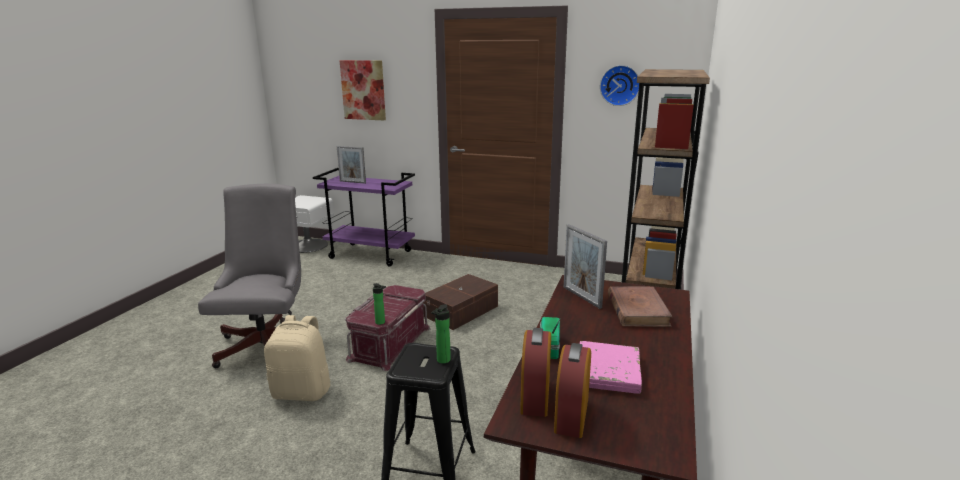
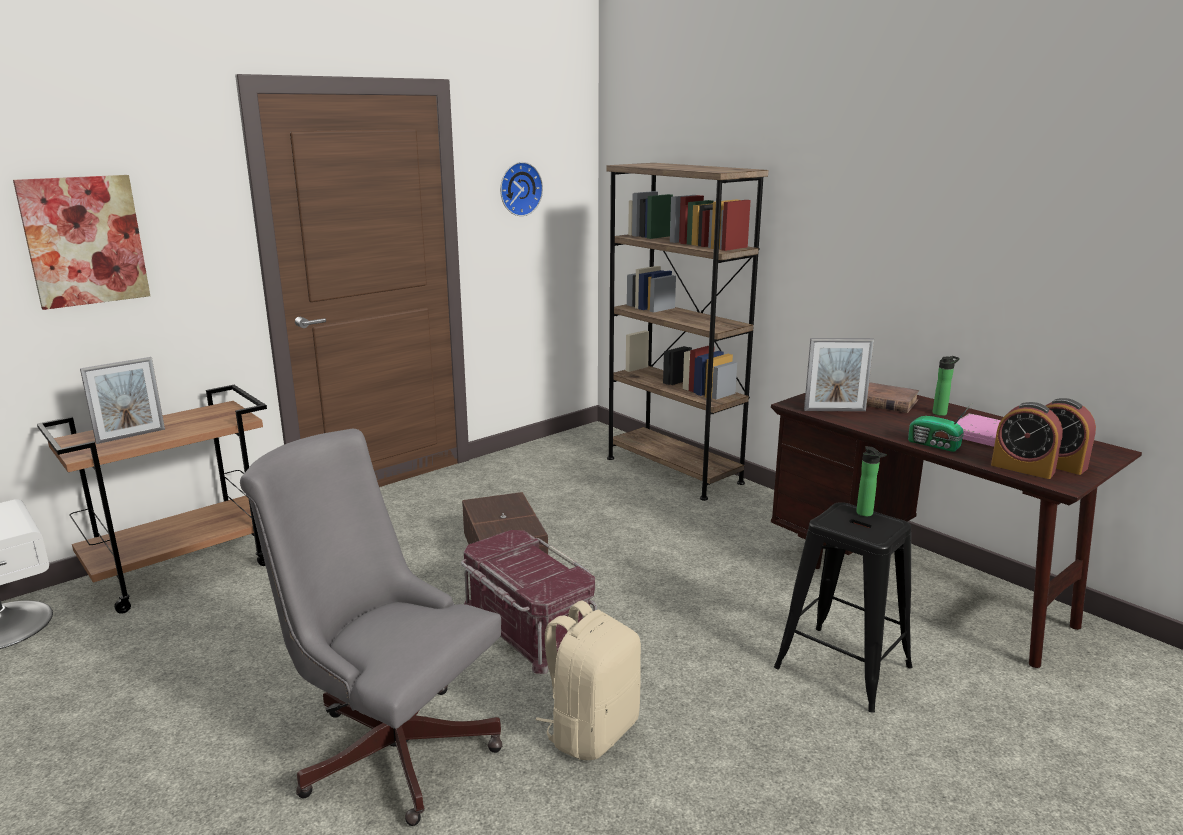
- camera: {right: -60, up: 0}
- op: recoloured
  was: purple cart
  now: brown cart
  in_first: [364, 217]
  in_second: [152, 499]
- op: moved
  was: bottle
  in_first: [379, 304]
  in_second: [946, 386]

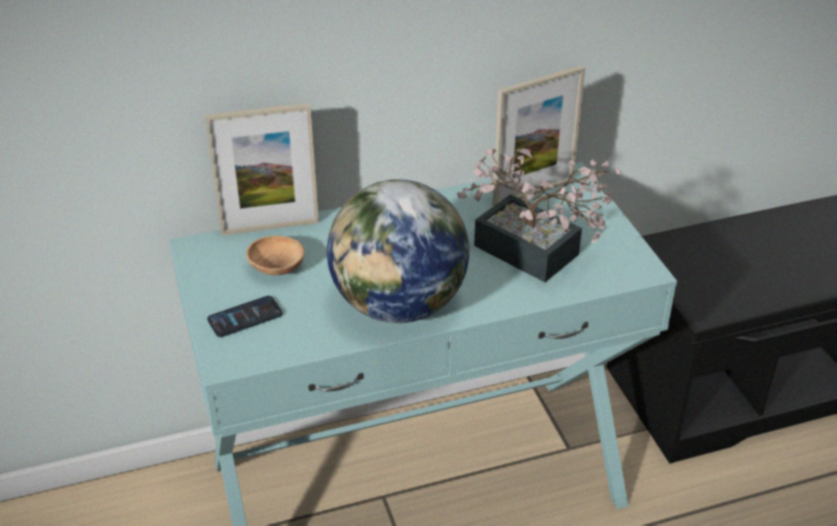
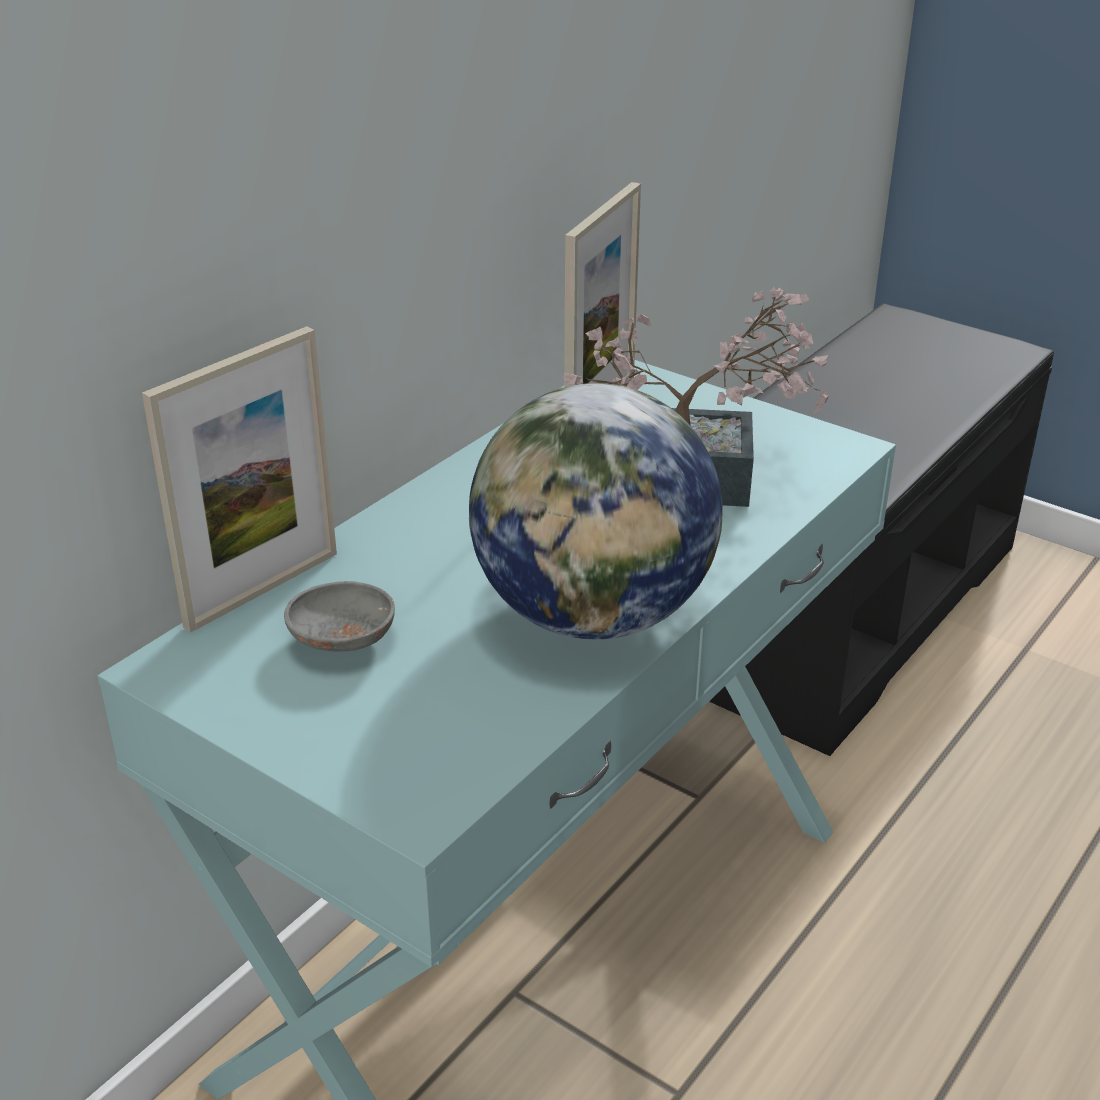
- camera: {right: -35, up: -5}
- op: recoloured
  was: brown bowl
  now: grey bowl
  in_first: [275, 255]
  in_second: [339, 616]
- op: removed
  was: phone
  in_first: [245, 316]

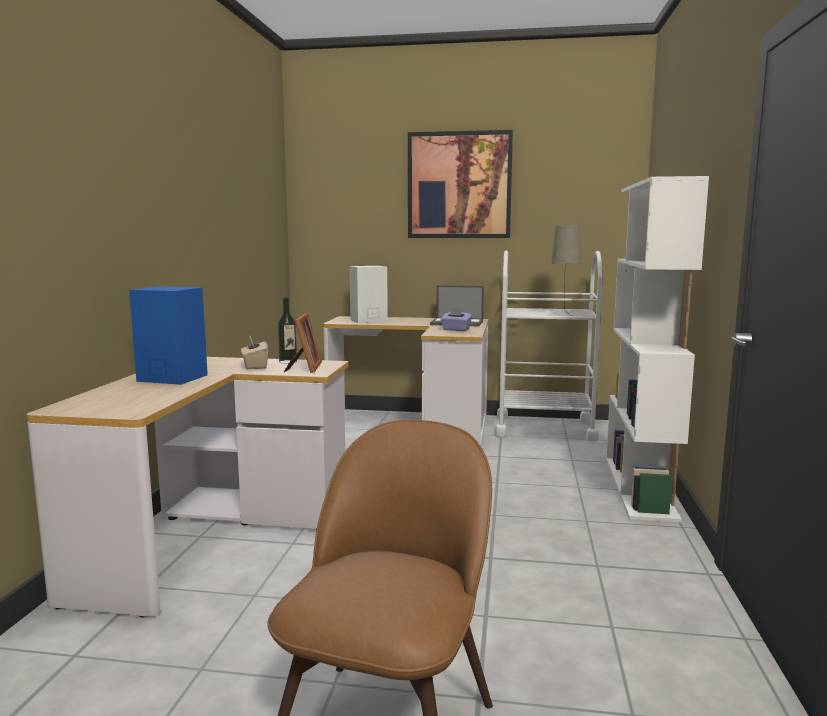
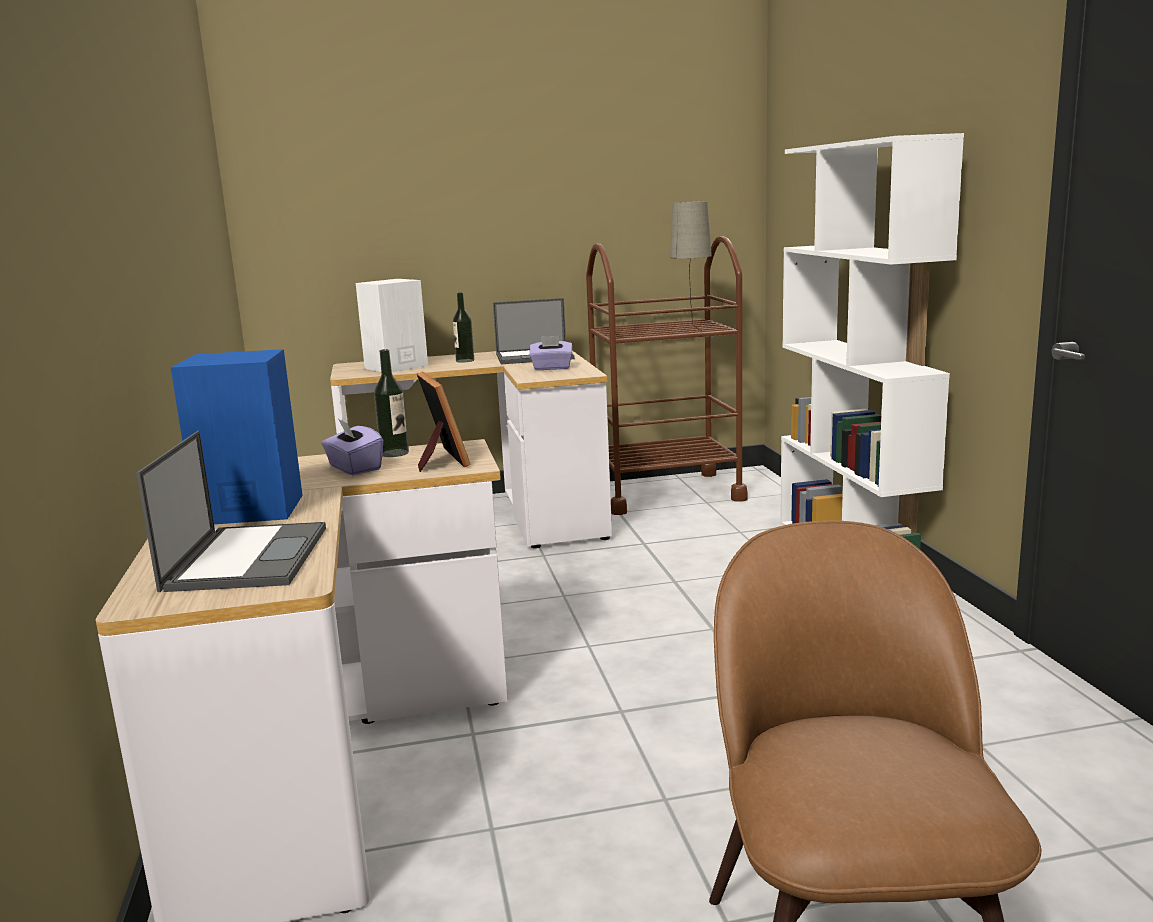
- camera: {right: -20, up: 5}
- op: removed
  was: picture
  in_first: [460, 184]
- op: recoloured
  was: white cart
  now: brown cart
  in_first: [549, 346]
  in_second: [666, 375]
- op: recoloured
  was: beige tissue box
  now: purple tissue box
  in_first: [254, 352]
  in_second: [352, 447]
- op: added
  now: bottle
  in_second: [463, 327]
- op: added
  now: laptop
  in_second: [231, 511]

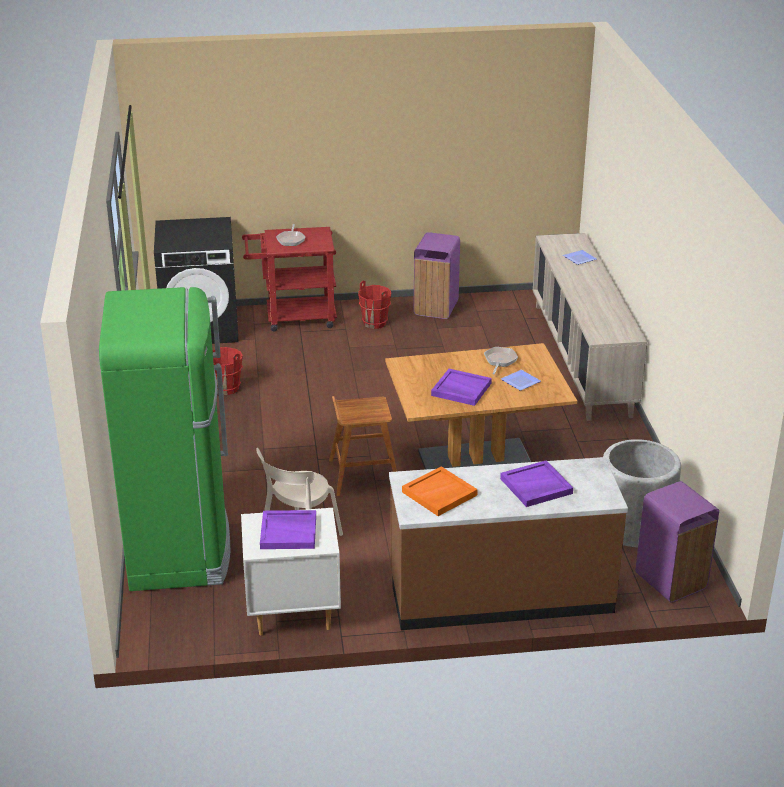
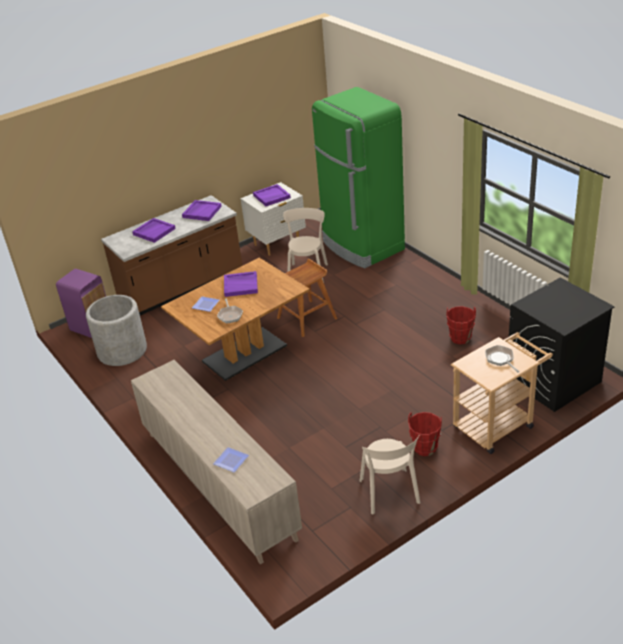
- camera: {right: 155, up: 5}
- op: recoloured
  was: red cart
  now: beige cart
  in_first: [289, 279]
  in_second: [502, 393]
- op: replaced
  was: purple trash can
  now: beige chair
  in_first: [437, 275]
  in_second: [390, 474]
- op: recoloured
  was: orange tray
  now: purple tray
  in_first: [440, 491]
  in_second: [202, 210]

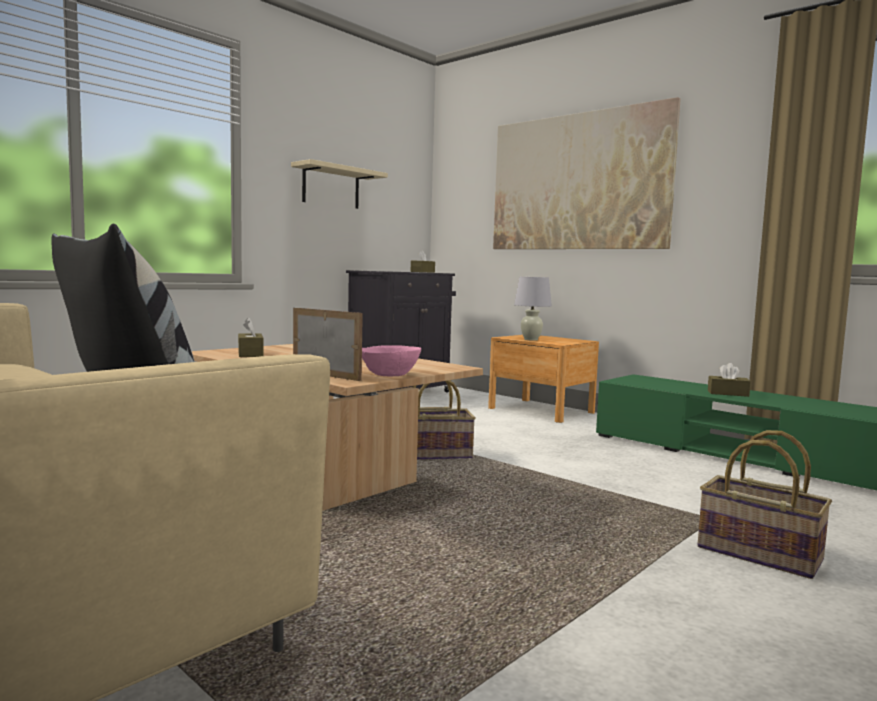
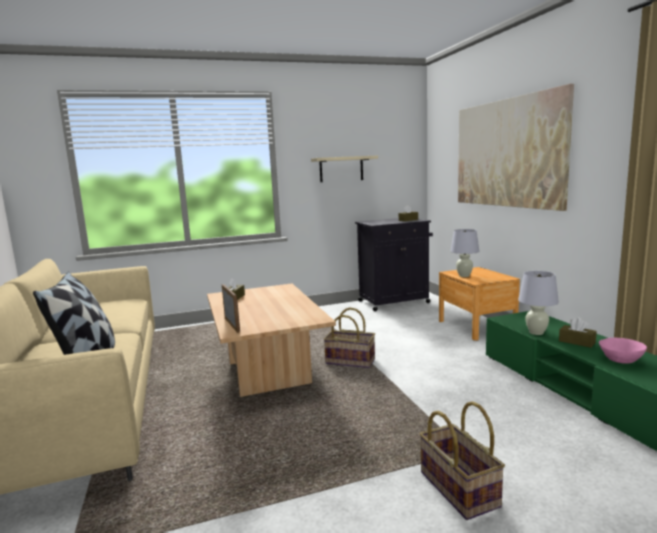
- camera: {right: 30, up: 5}
- op: moved
  was: pink bowl
  in_first: [391, 360]
  in_second: [623, 351]
- op: added
  now: white table lamp
  in_second: [538, 303]

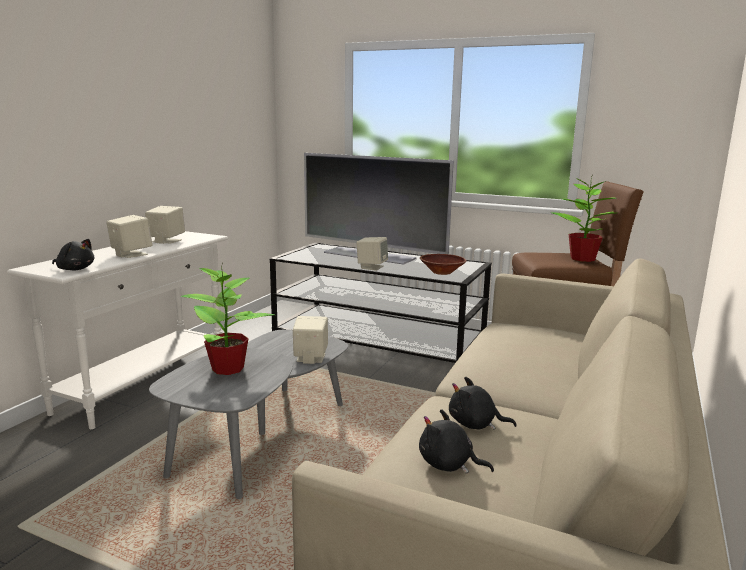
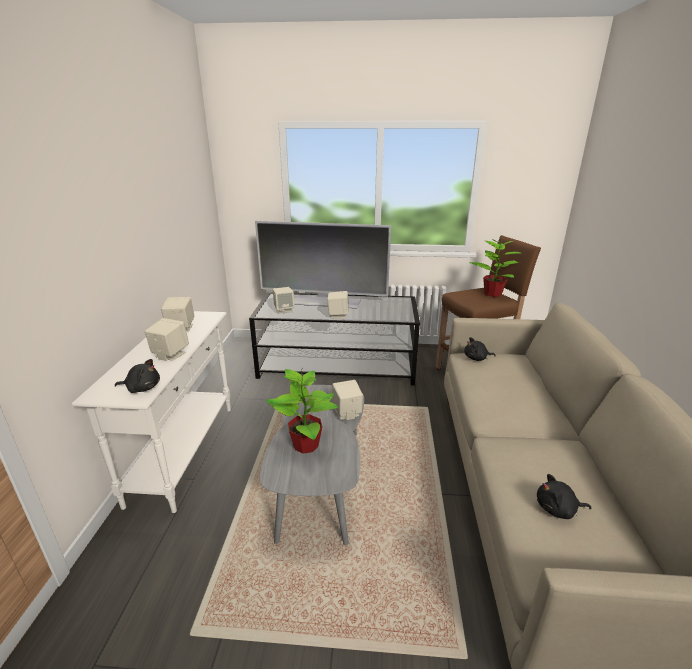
- camera: {right: -20, up: 10}
- op: removed
  was: brown bowl
  in_first: [443, 264]
- op: moved
  was: black plush toy
  in_first: [483, 403]
  in_second: [480, 349]
- op: added
  now: beige speaker
  in_second: [284, 300]

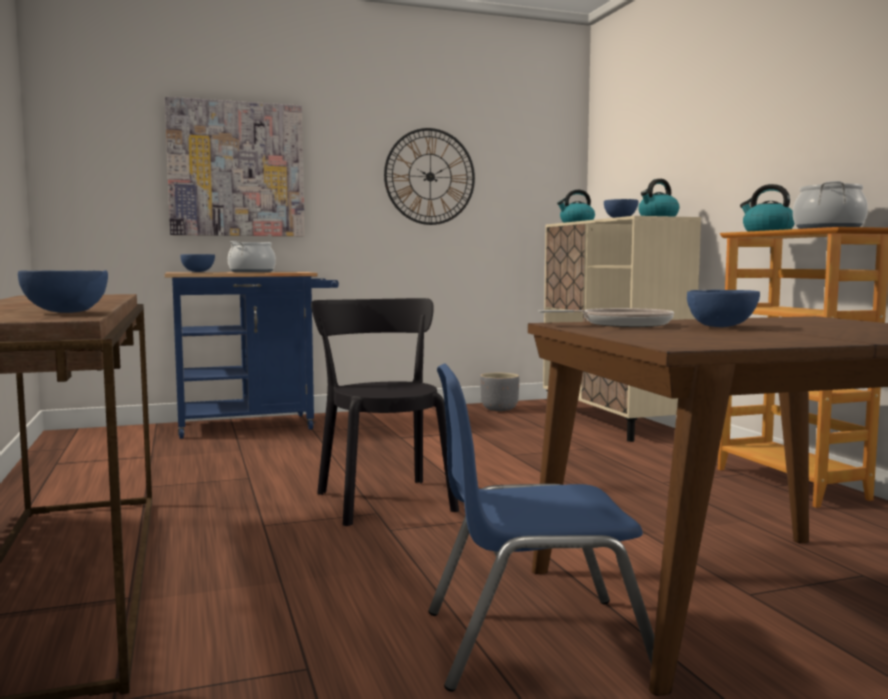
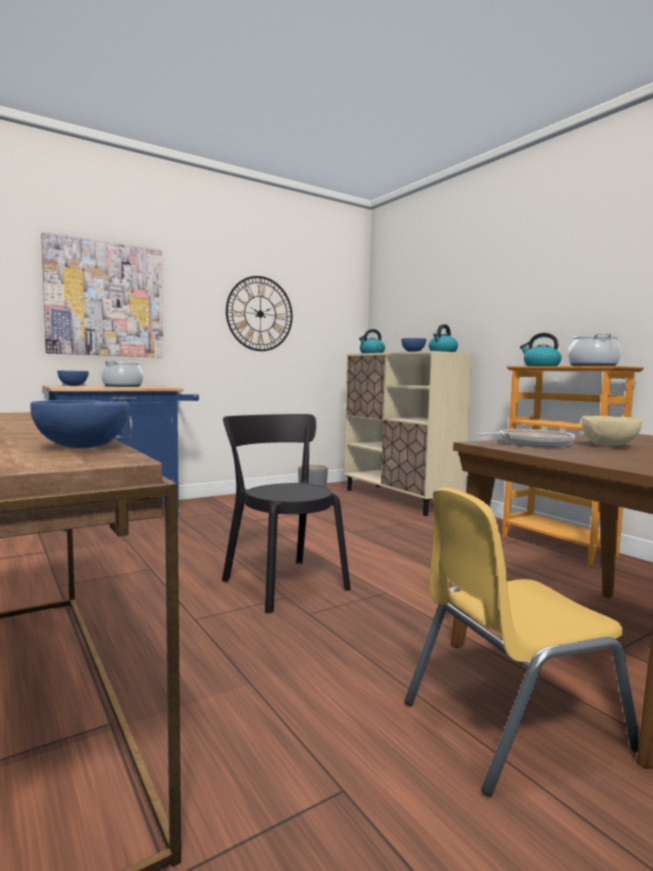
- camera: {right: -15, up: 0}
- op: recoloured
  was: blue bowl
  now: beige bowl
  in_first: [723, 308]
  in_second: [611, 431]
- op: recoloured
  was: blue chair
  now: yellow chair
  in_first: [541, 527]
  in_second: [522, 642]

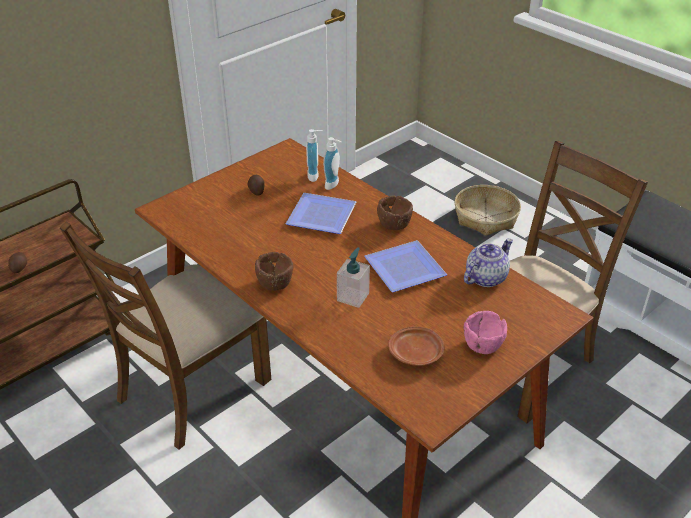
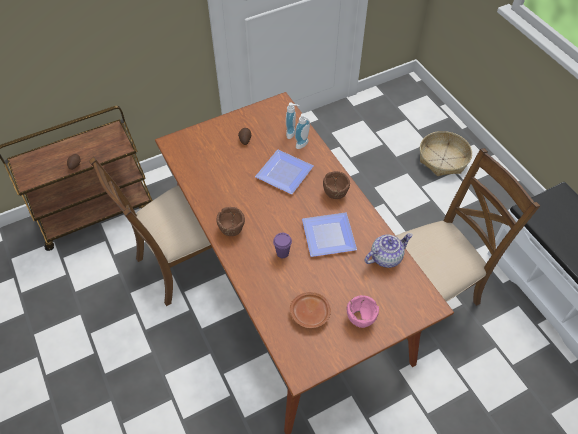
- camera: {right: 15, up: 15}
- op: replaced
  was: soap dispenser
  now: purple cup
  in_first: [353, 277]
  in_second: [282, 245]

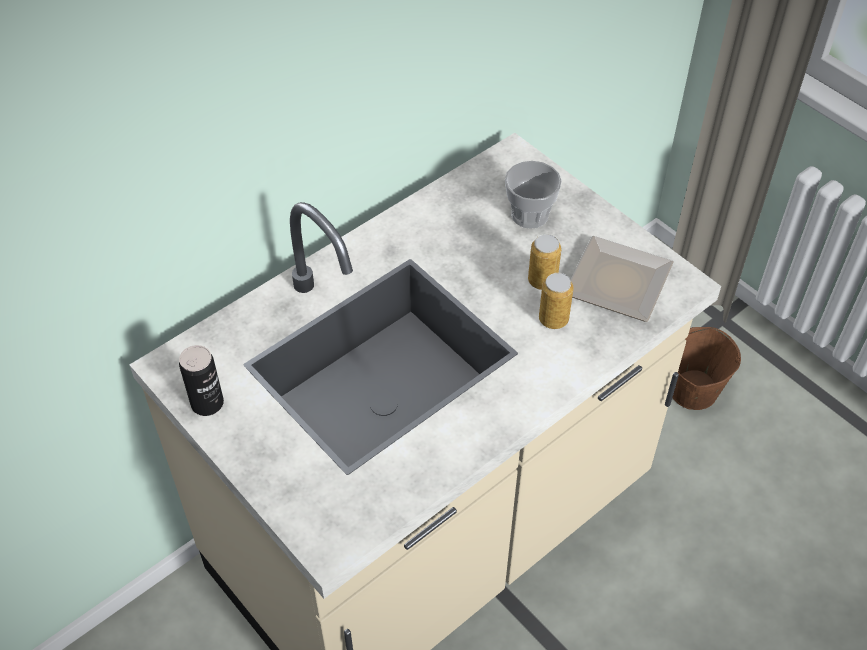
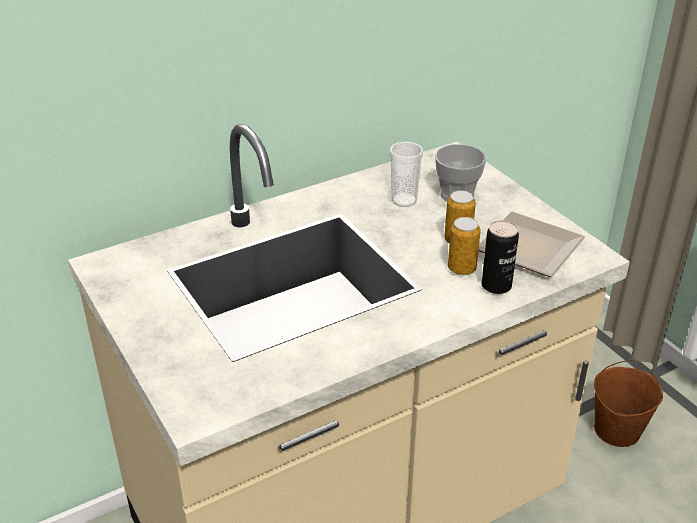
- camera: {right: 10, up: -15}
- op: moved
  was: can
  in_first: [201, 380]
  in_second: [500, 257]
- op: added
  now: cup
  in_second: [406, 174]

